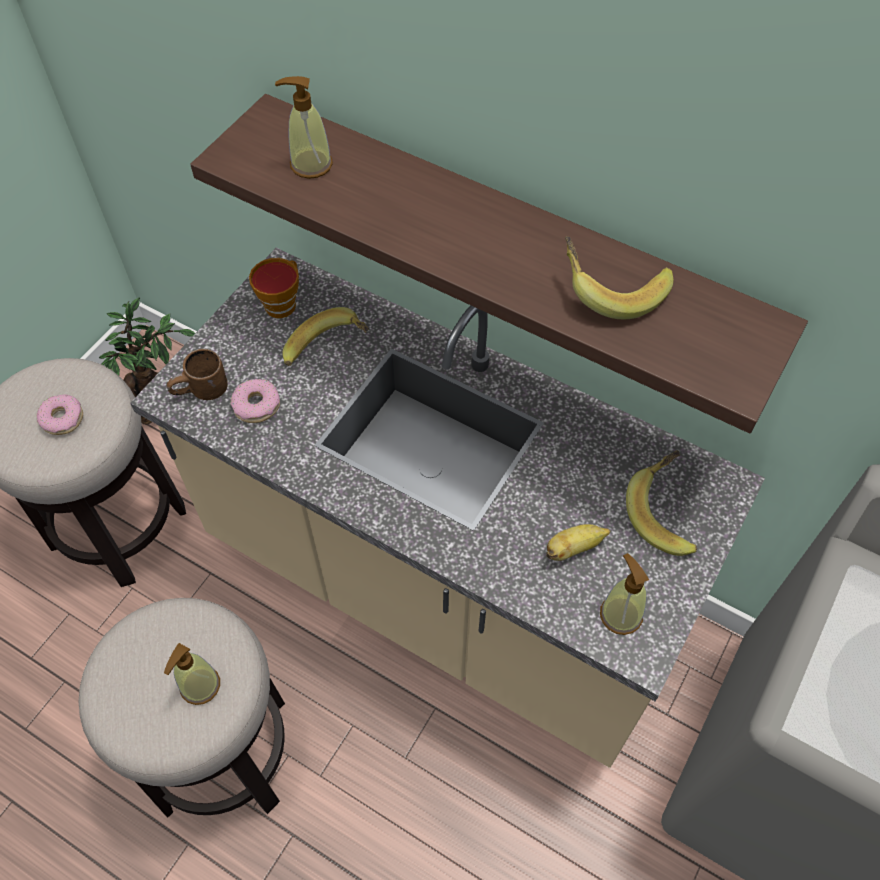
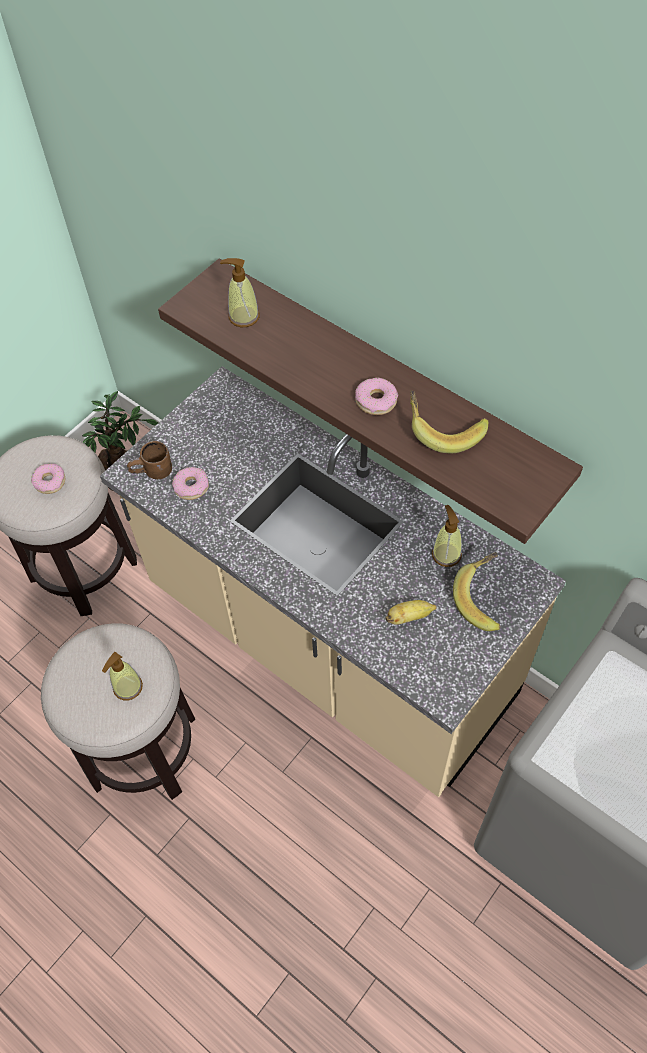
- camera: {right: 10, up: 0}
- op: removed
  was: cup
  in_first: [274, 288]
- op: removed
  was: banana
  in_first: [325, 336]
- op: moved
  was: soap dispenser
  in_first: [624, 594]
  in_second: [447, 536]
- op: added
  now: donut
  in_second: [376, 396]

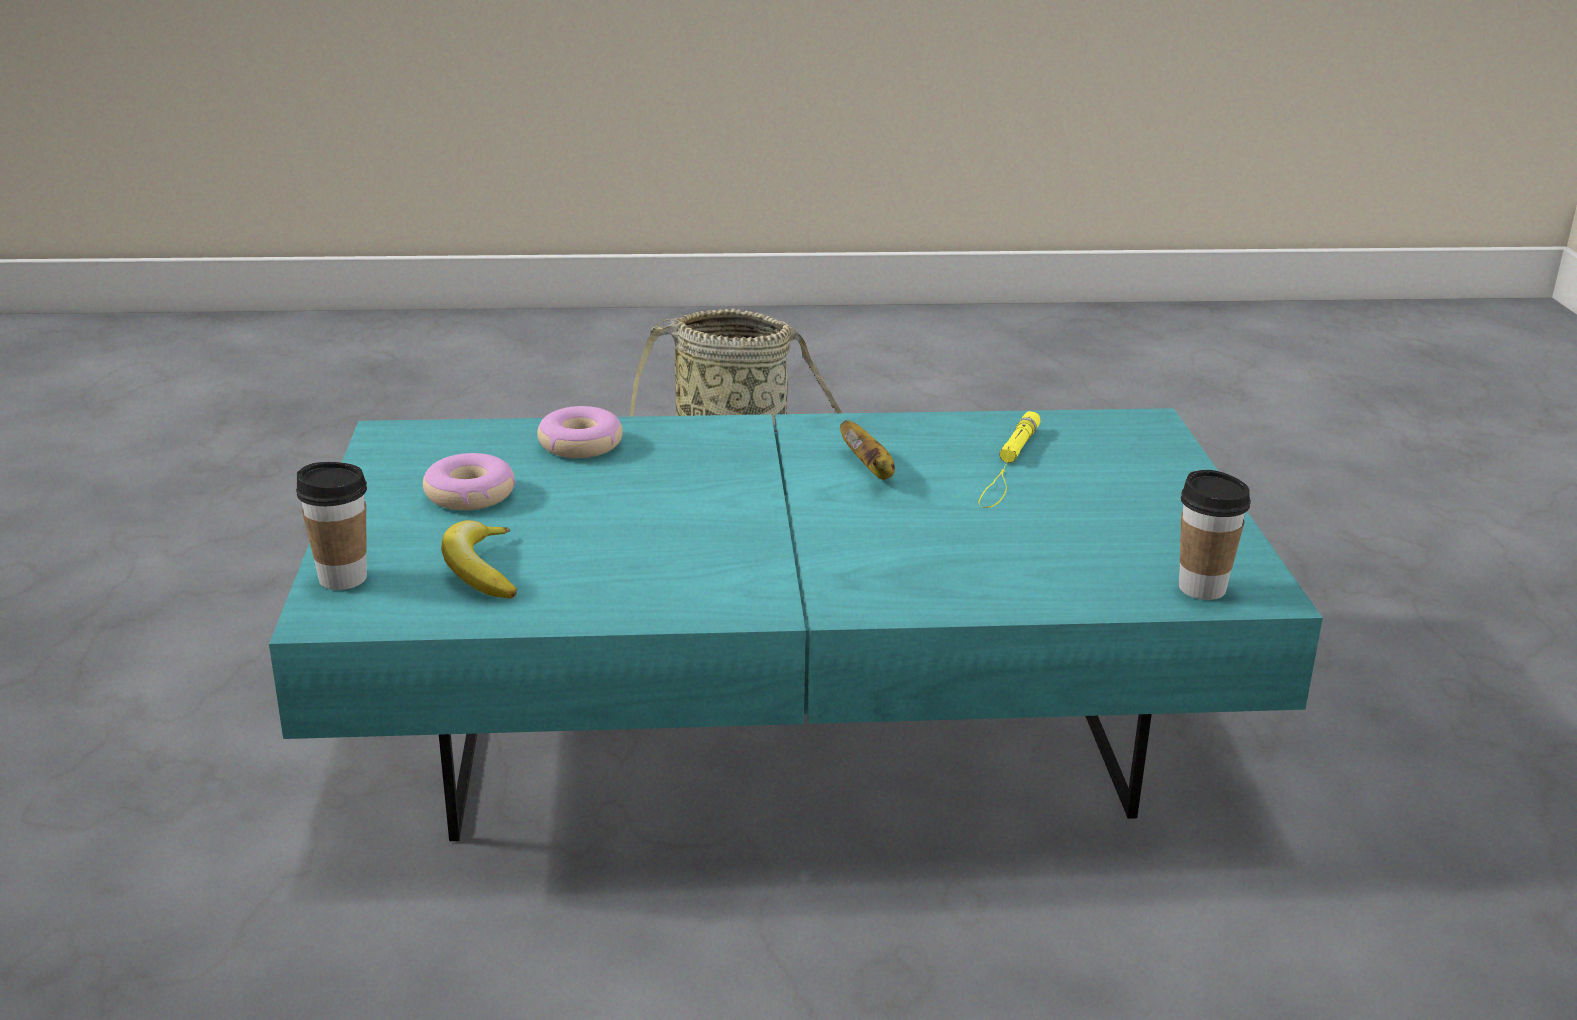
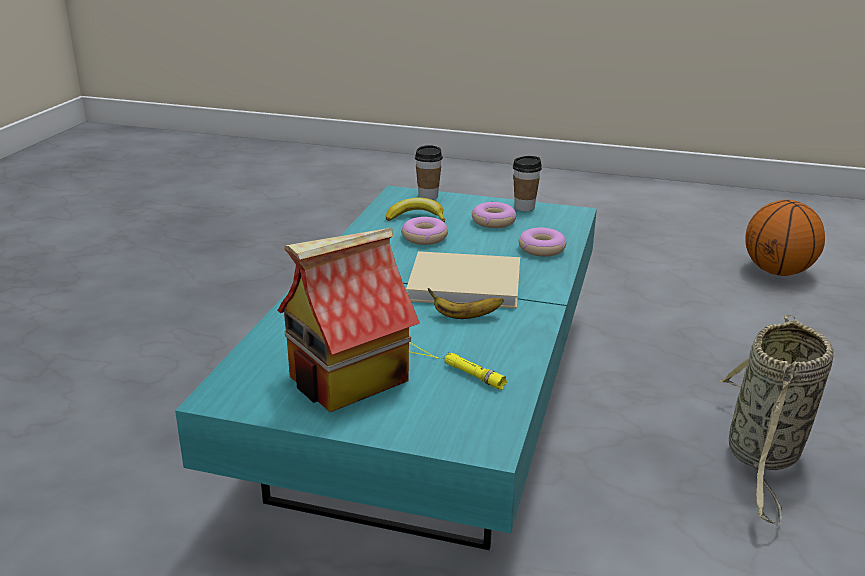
- camera: {right: 110, up: 0}
- op: moved
  was: cup
  in_first: [1215, 535]
  in_second: [527, 183]
- op: added
  now: basketball
  in_second: [785, 237]
- op: added
  now: donut
  in_second: [424, 231]
- op: added
  now: toy house
  in_second: [348, 320]
- op: added
  now: beige book
  in_second: [463, 279]

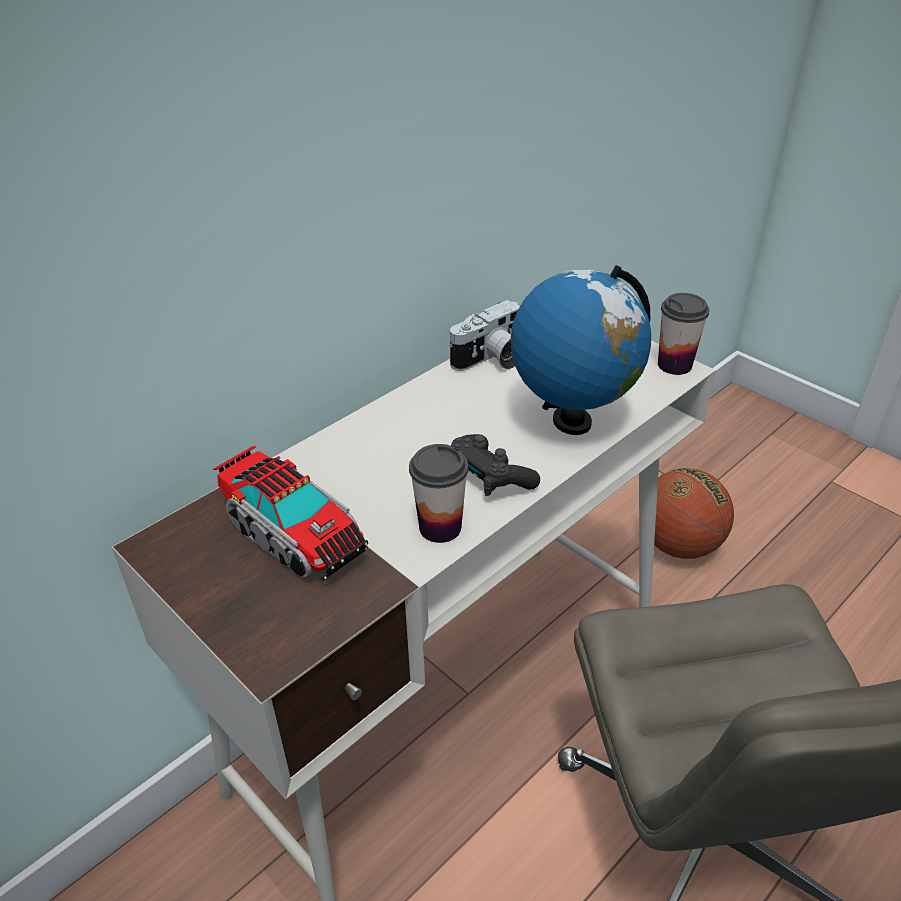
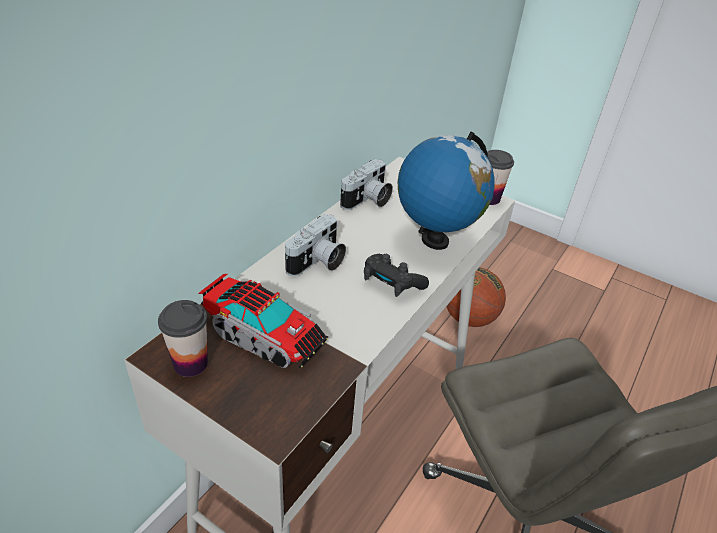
- camera: {right: -15, up: 0}
- op: moved
  was: cup
  in_first: [439, 493]
  in_second: [183, 338]
- op: added
  now: photo camera
  in_second: [315, 245]

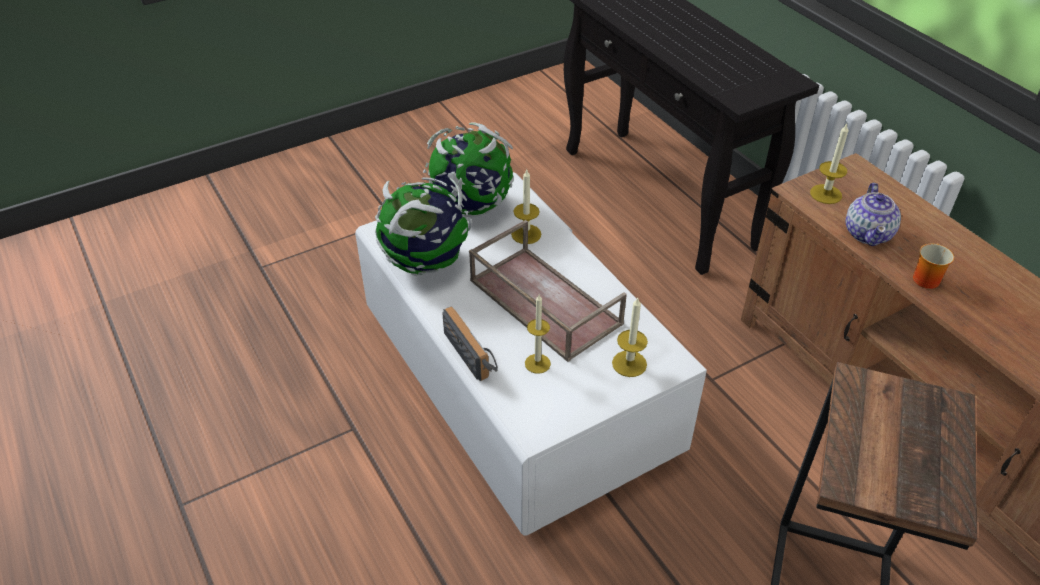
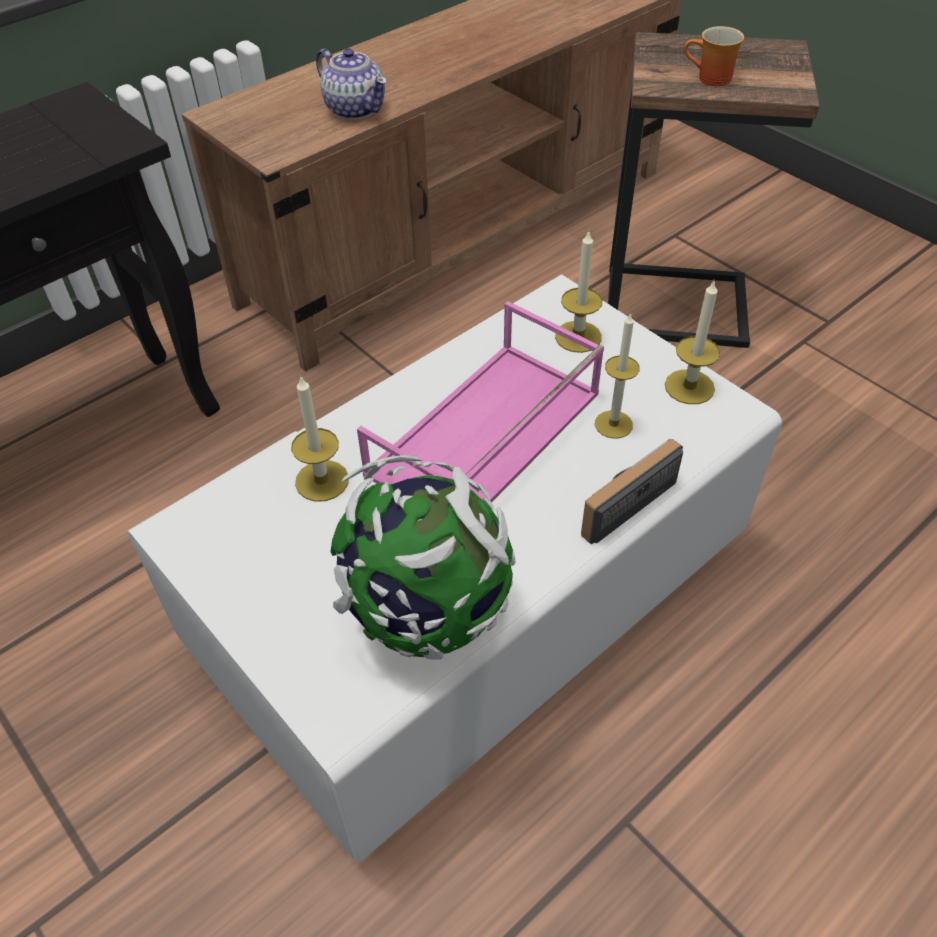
- camera: {right: -100, up: 5}
- op: removed
  was: globe
  in_first: [468, 170]
- op: moved
  was: candle
  in_first: [829, 164]
  in_second: [692, 342]
- op: turned
  was: teapot
  in_first: [873, 214]
  in_second: [351, 84]
  clockwise: 45
- op: recoloured
  was: brown tray
  now: pink tray
  in_first: [548, 291]
  in_second: [480, 402]
- op: moved
  was: mug
  in_first: [933, 266]
  in_second: [714, 56]

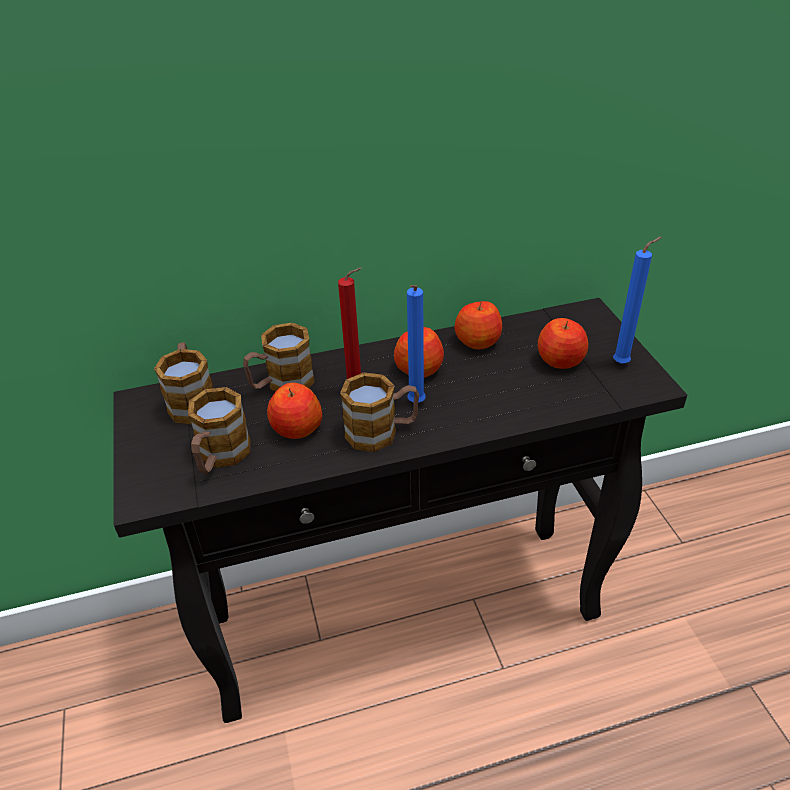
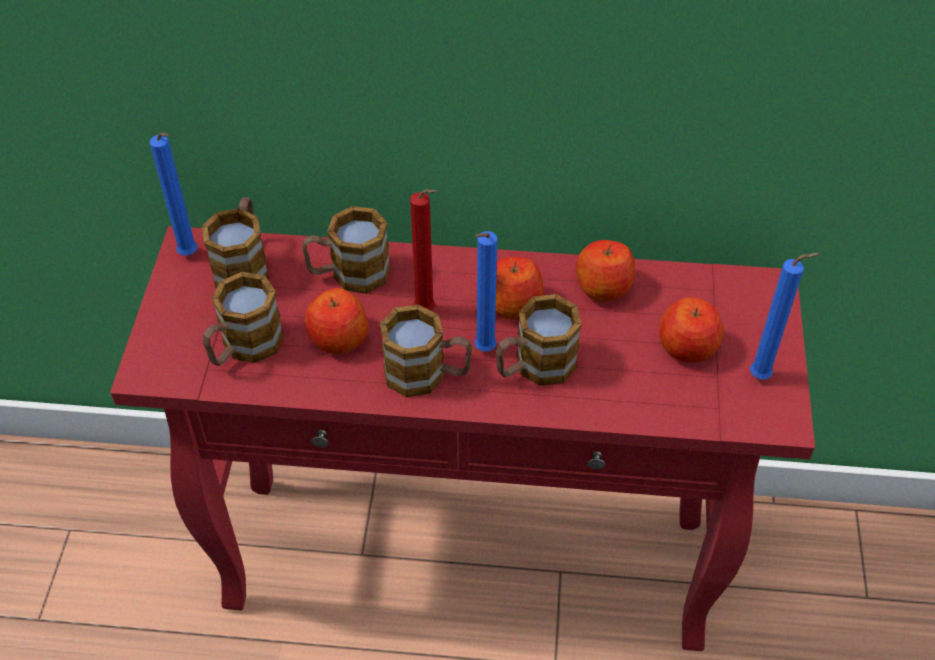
- camera: {right: 20, up: 10}
- op: recoloured
  was: black console table
  now: red console table
  in_first: [400, 510]
  in_second: [462, 438]
- op: added
  now: blue candle
  in_second: [173, 193]
- op: added
  now: mug
  in_second: [539, 340]

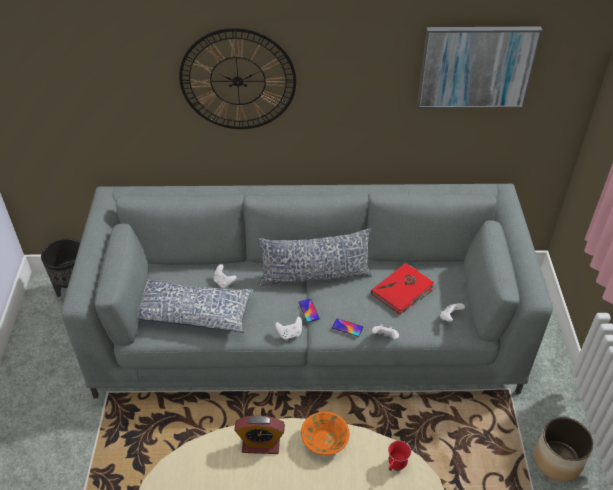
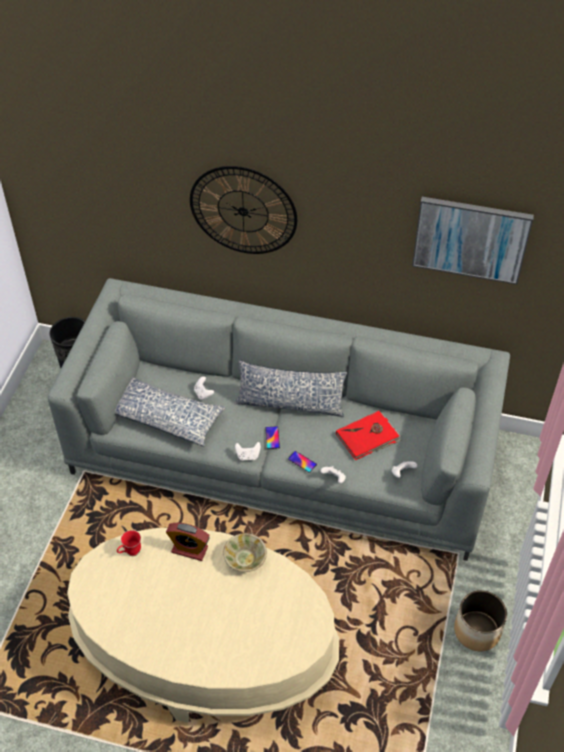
- camera: {right: 15, up: 5}
- op: recoloured
  was: orange bowl
  now: beige bowl
  in_first: [325, 433]
  in_second: [245, 552]
- op: moved
  was: red mug
  in_first: [399, 455]
  in_second: [129, 543]

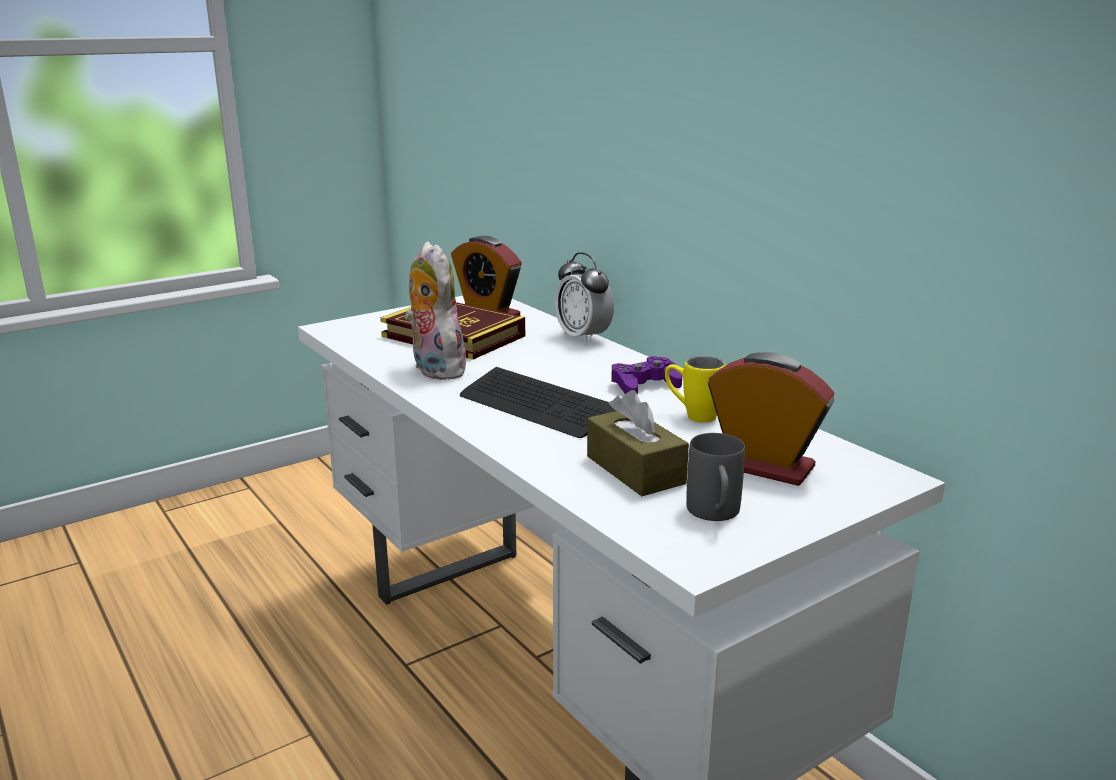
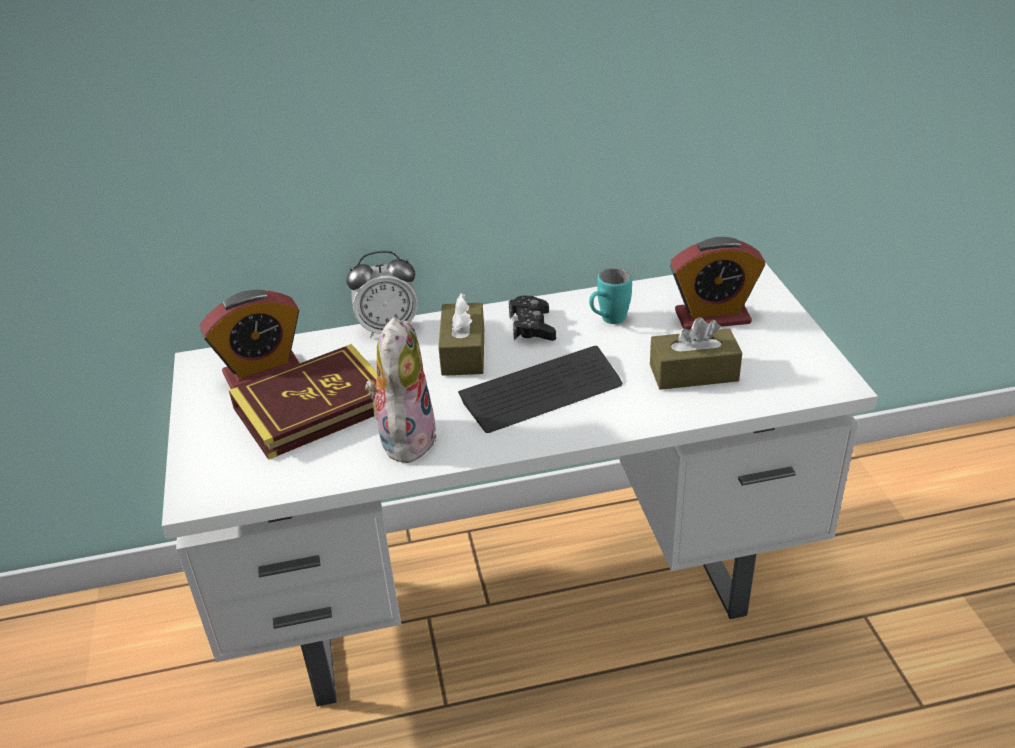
- camera: {right: -65, up: 15}
- op: turned
  was: plush toy
  in_first: [435, 311]
  in_second: [400, 390]
  clockwise: 105
- op: turned
  was: alarm clock
  in_first: [771, 419]
  in_second: [718, 283]
  clockwise: -150
- op: recoloured
  was: purple game controller
  now: black game controller
  in_first: [646, 375]
  in_second: [532, 318]
- op: recoloured
  was: yellow mug
  now: turquoise mug
  in_first: [695, 389]
  in_second: [610, 296]
- op: removed
  was: grey mug
  in_first: [715, 477]
- op: added
  now: brown tissue box
  in_second: [461, 334]

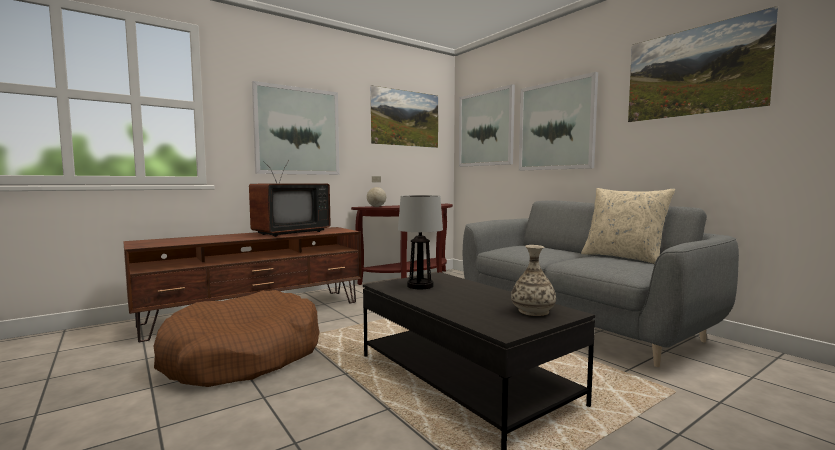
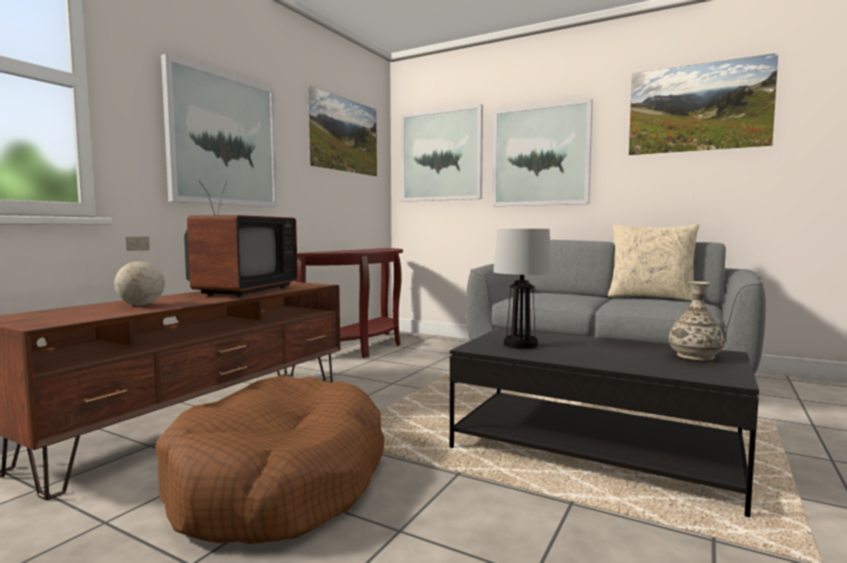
- camera: {right: -25, up: 0}
- op: moved
  was: globe
  in_first: [376, 191]
  in_second: [139, 271]

